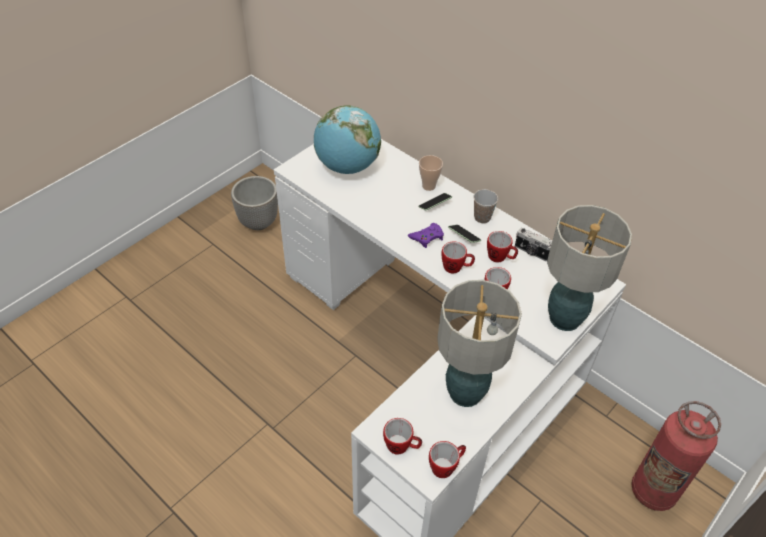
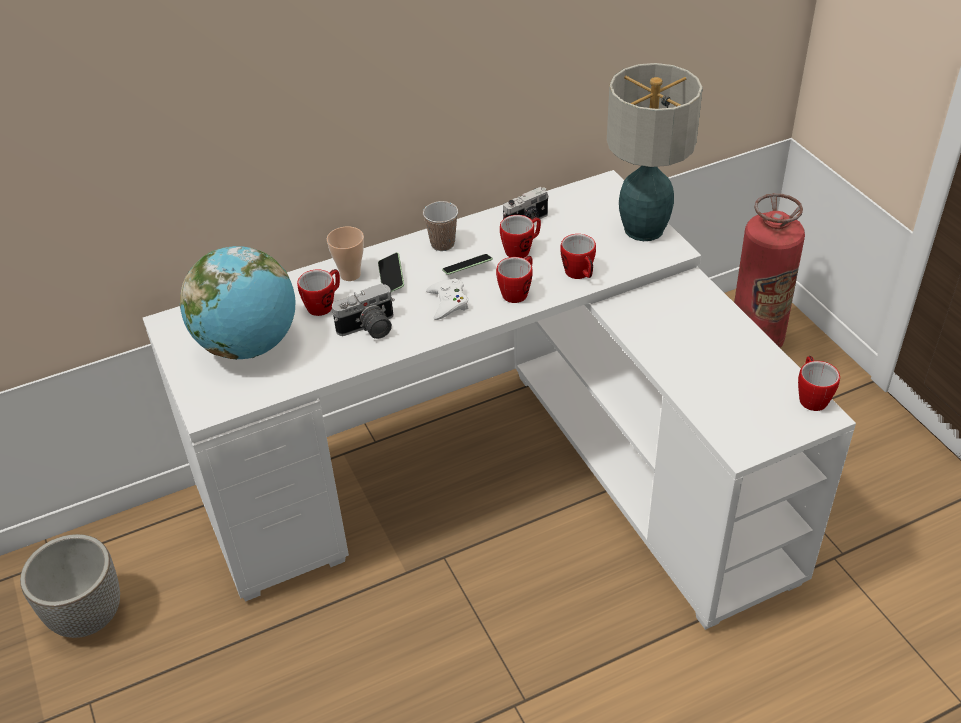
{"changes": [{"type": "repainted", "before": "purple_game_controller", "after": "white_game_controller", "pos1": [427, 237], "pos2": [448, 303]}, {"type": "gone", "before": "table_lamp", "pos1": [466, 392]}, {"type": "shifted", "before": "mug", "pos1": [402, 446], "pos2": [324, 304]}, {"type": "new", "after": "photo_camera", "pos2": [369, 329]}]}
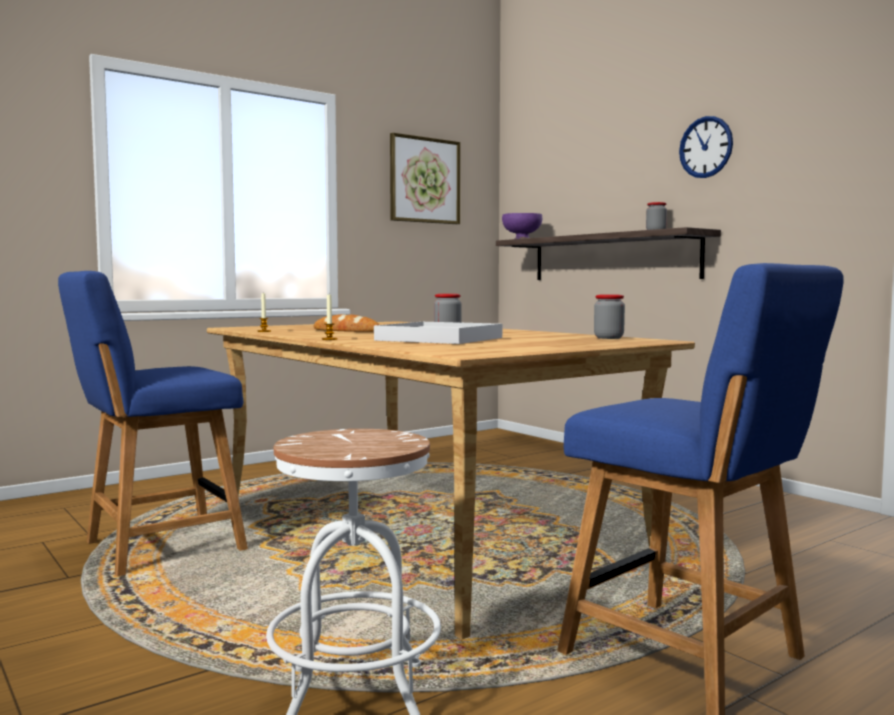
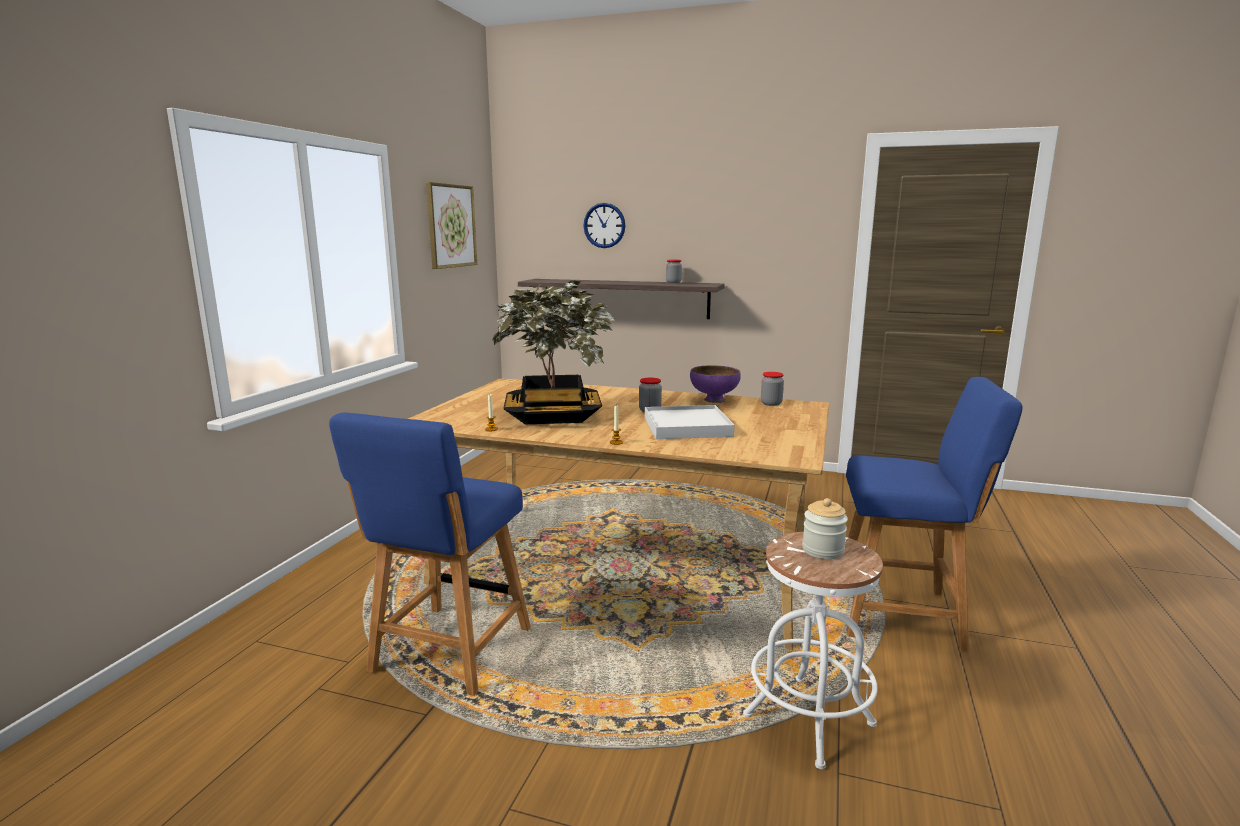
{"changes": [{"type": "shifted", "before": "wall_clock", "pos1": [706, 147], "pos2": [604, 225]}, {"type": "shifted", "before": "purple_bowl", "pos1": [521, 239], "pos2": [713, 400]}, {"type": "swapped", "before": "bread", "after": "potted_plant", "pos1": [346, 331], "pos2": [553, 415]}, {"type": "new", "after": "jar", "pos2": [823, 550]}]}
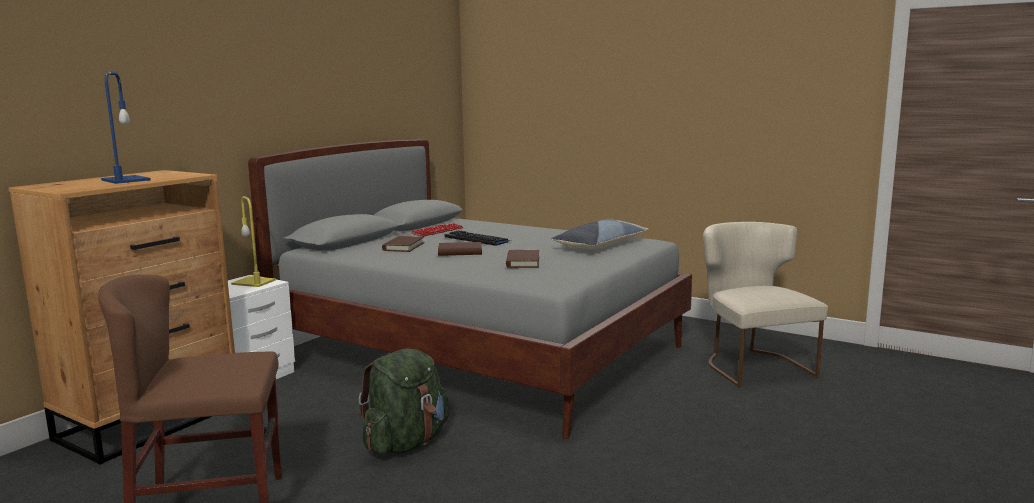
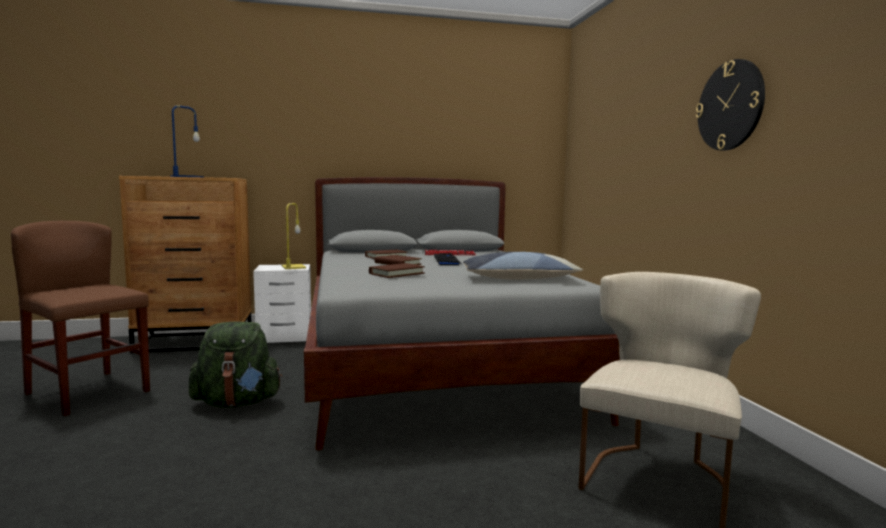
{"changes": [{"type": "new", "after": "wall_clock", "pos2": [730, 105]}]}
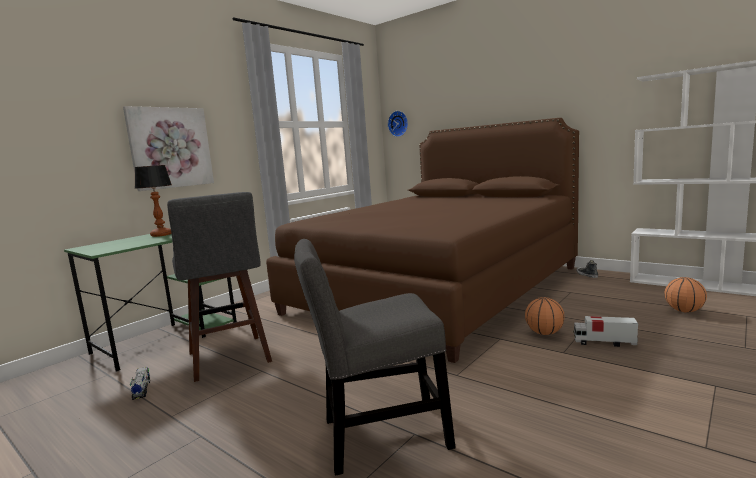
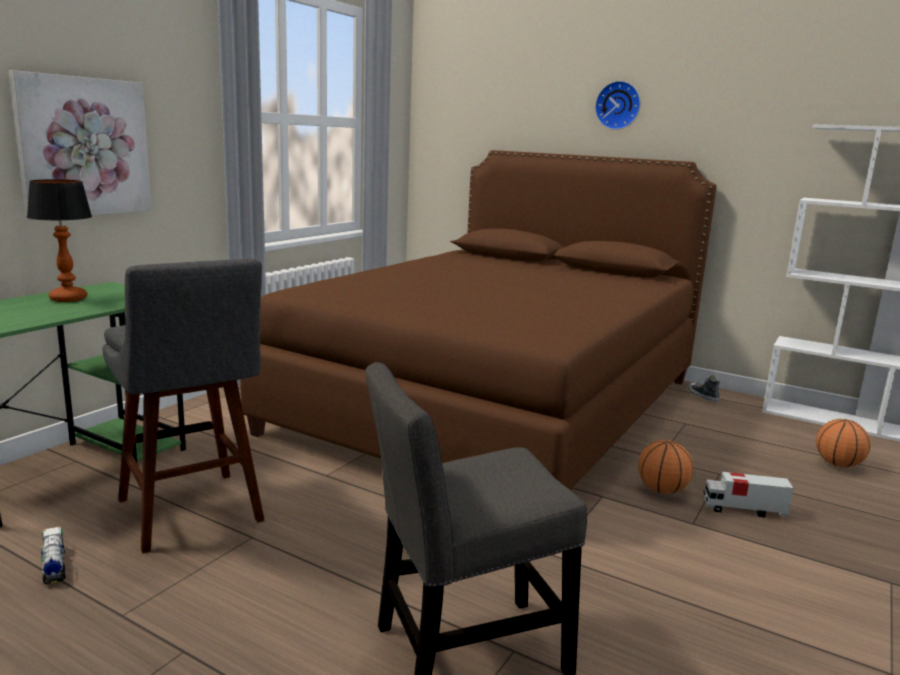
{"changes": [{"type": "shifted", "before": "wall_clock", "pos1": [399, 123], "pos2": [618, 105]}]}
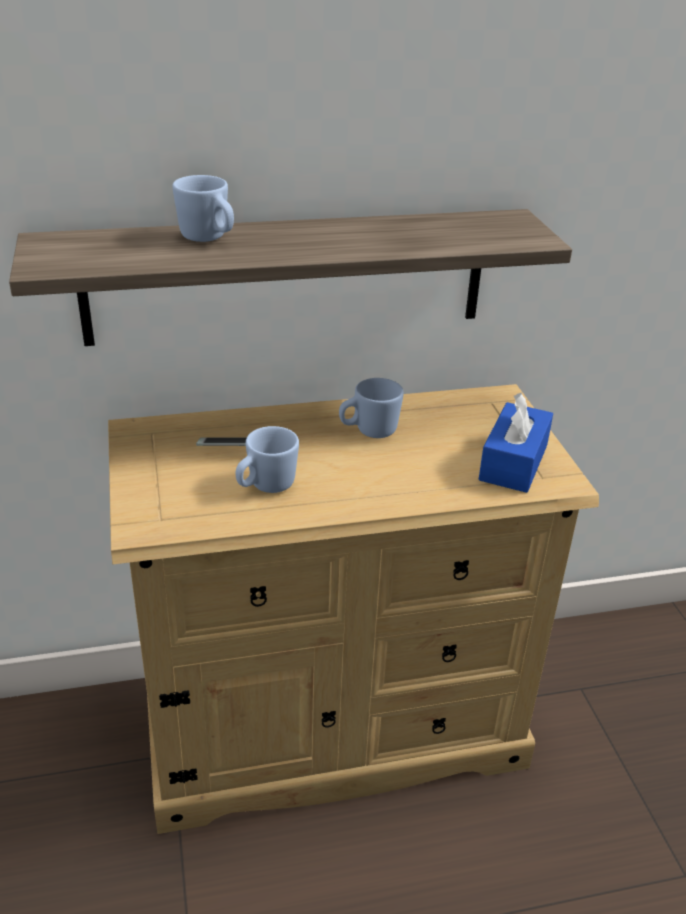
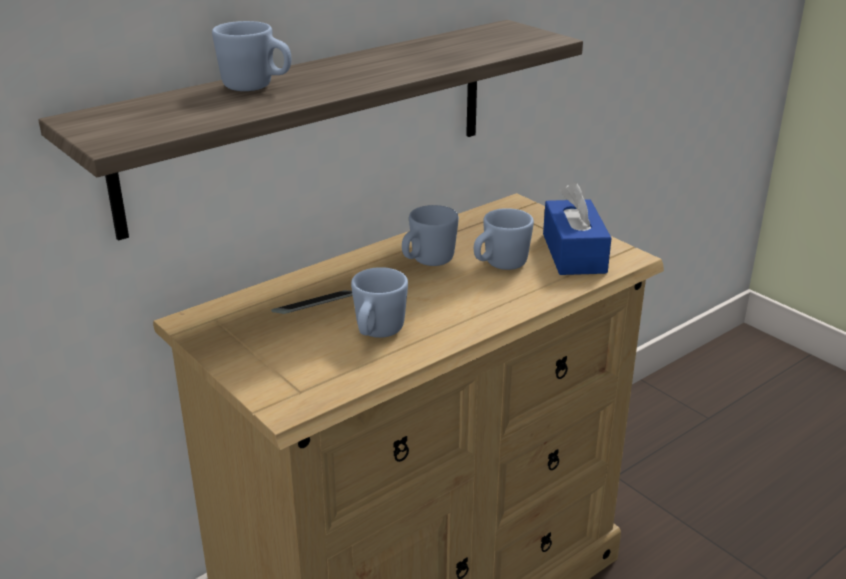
{"changes": [{"type": "new", "after": "blue_mug", "pos2": [499, 265]}]}
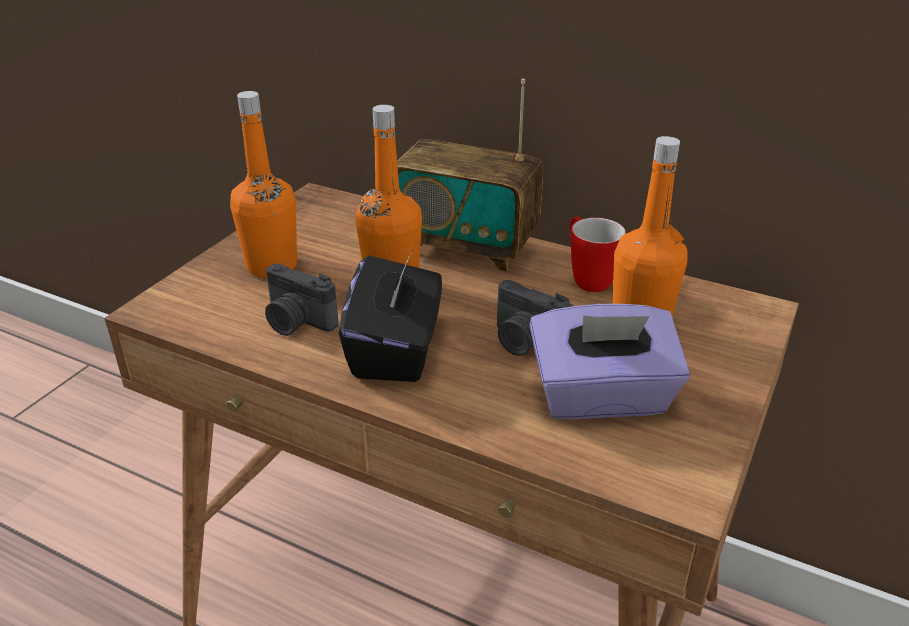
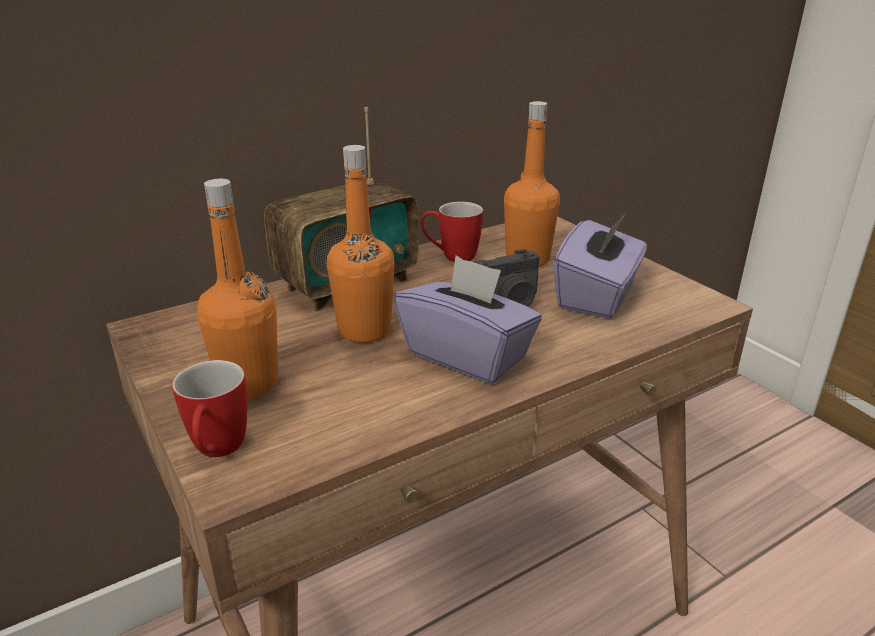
{"changes": [{"type": "repainted", "before": "black_tissue_box", "after": "purple_tissue_box", "pos1": [396, 350], "pos2": [467, 355]}, {"type": "gone", "before": "photo_camera", "pos1": [297, 322]}, {"type": "new", "after": "mug", "pos2": [217, 452]}]}
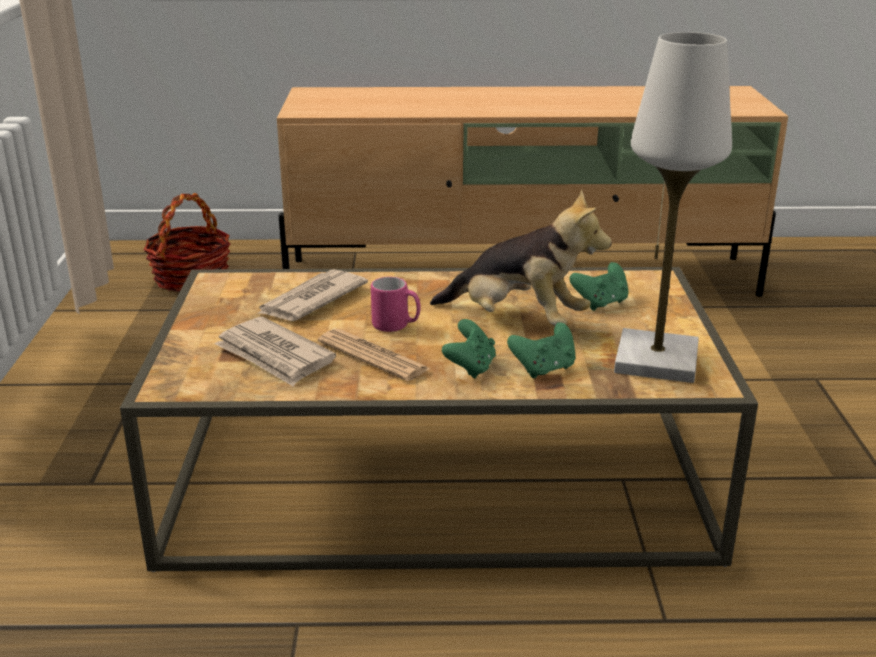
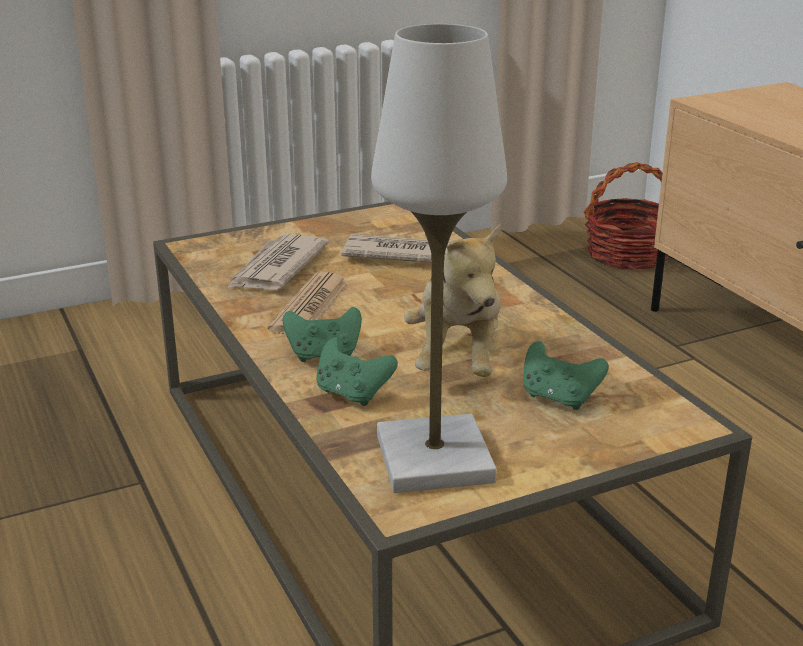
{"changes": [{"type": "gone", "before": "pink_mug", "pos1": [396, 326]}]}
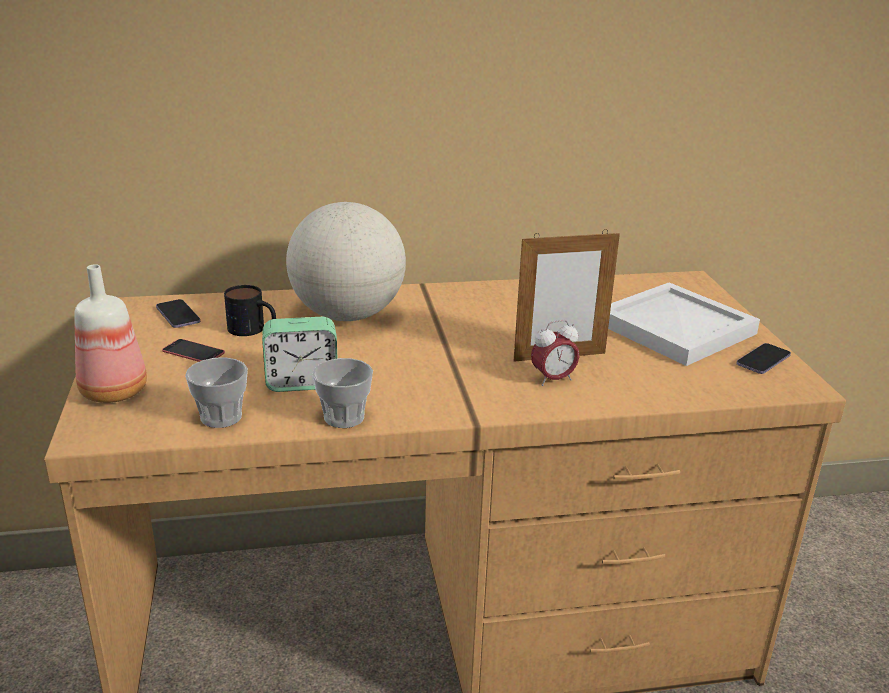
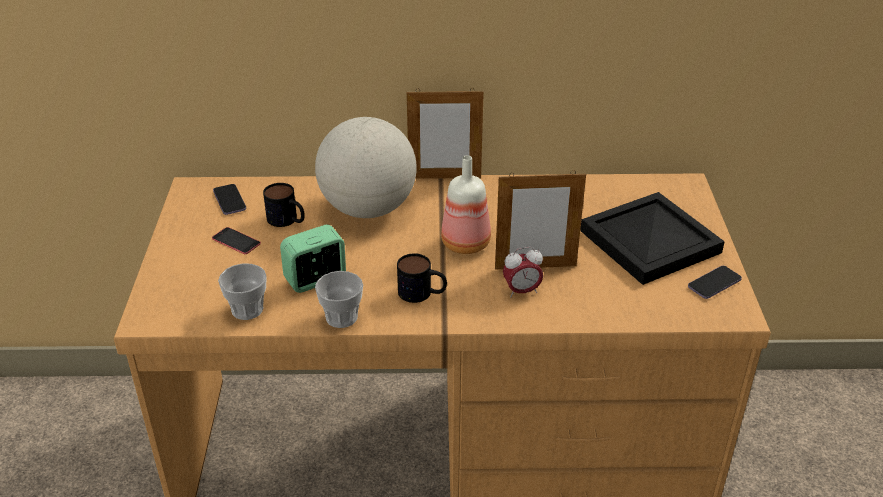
{"changes": [{"type": "shifted", "before": "bottle", "pos1": [113, 391], "pos2": [465, 243]}, {"type": "repainted", "before": "white_tray", "after": "black_tray", "pos1": [676, 329], "pos2": [649, 243]}, {"type": "rotated", "before": "alarm_clock", "pos1": [302, 383], "pos2": [315, 279], "turn": 150}, {"type": "new", "after": "picture_frame", "pos2": [444, 177]}, {"type": "new", "after": "mug", "pos2": [422, 293]}]}
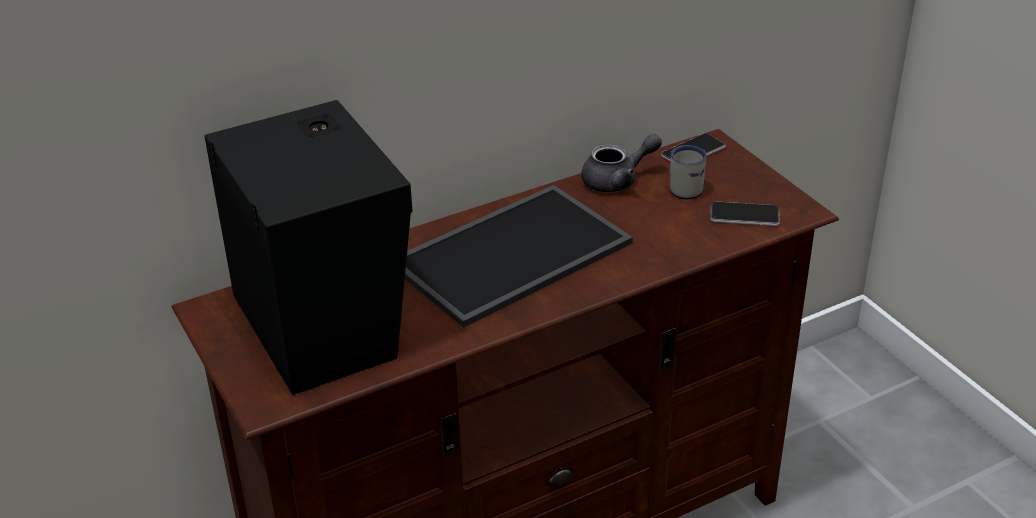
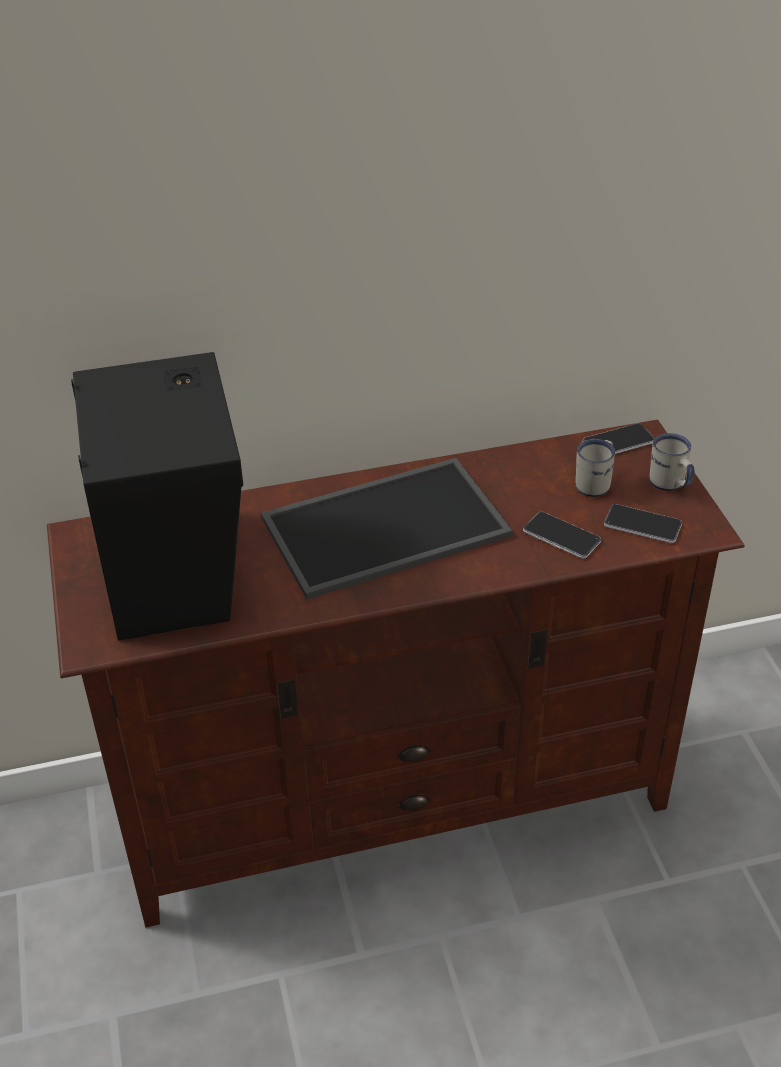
{"changes": [{"type": "gone", "before": "grey_teapot", "pos1": [618, 180]}, {"type": "new", "after": "white_mug", "pos2": [670, 485]}, {"type": "new", "after": "phone", "pos2": [561, 536]}]}
